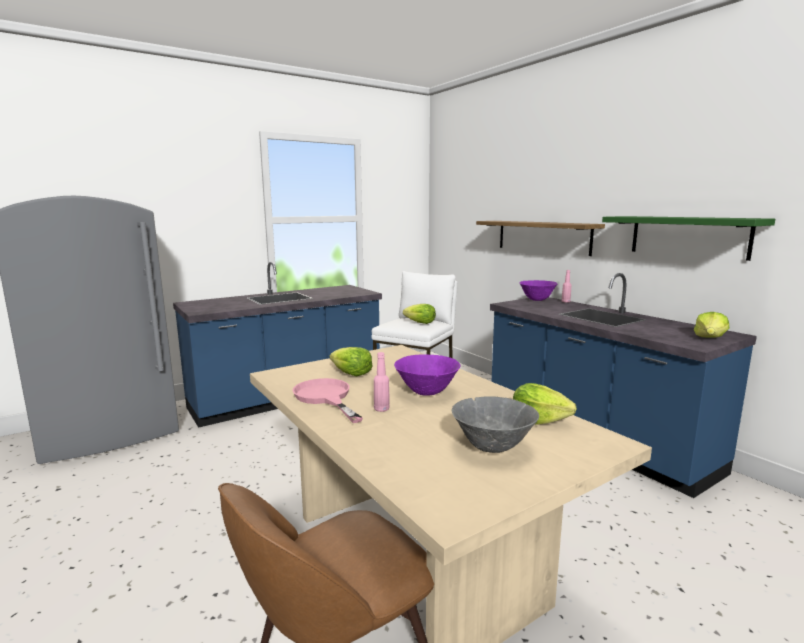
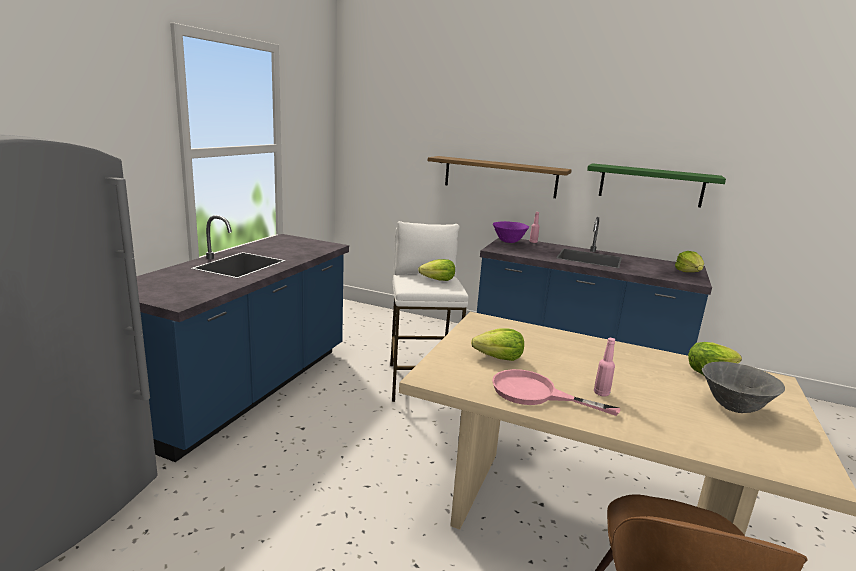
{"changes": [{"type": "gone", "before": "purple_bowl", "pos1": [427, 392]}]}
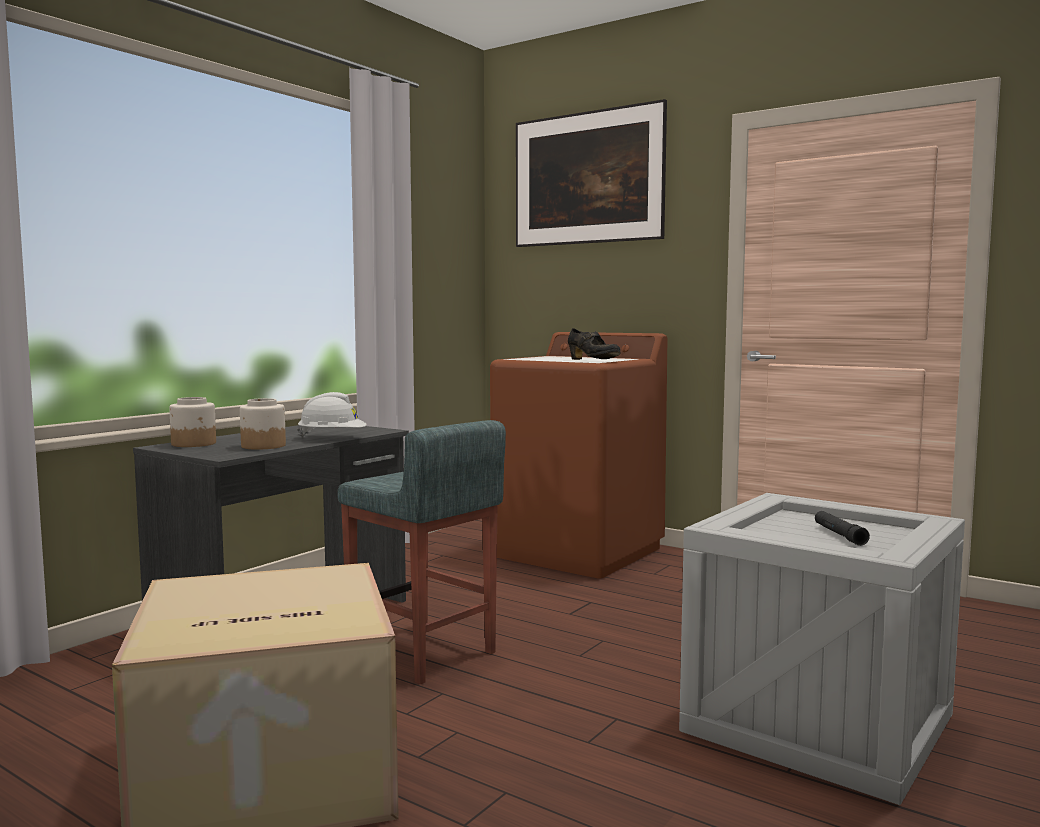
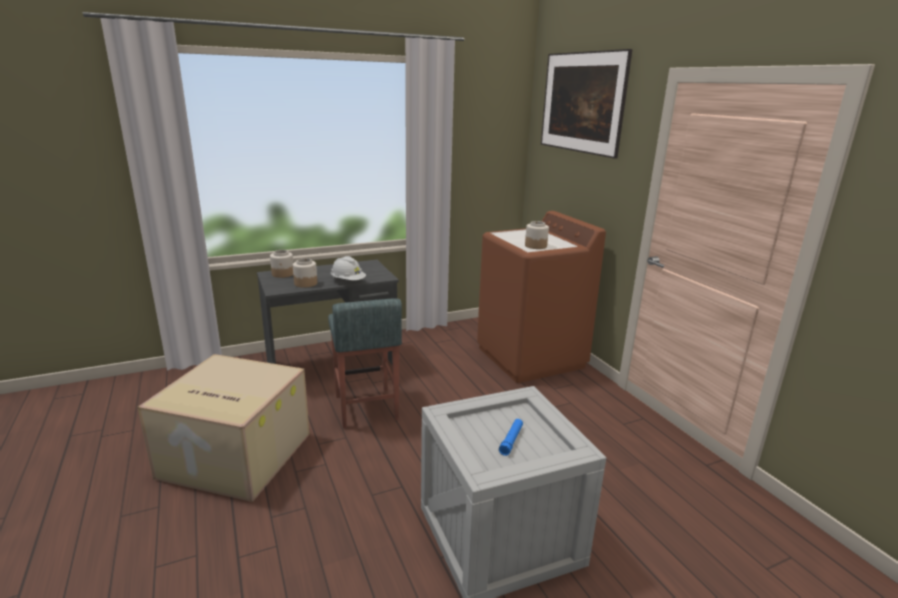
{"changes": [{"type": "swapped", "before": "black_shoe", "after": "jar", "pos1": [592, 360], "pos2": [535, 246]}, {"type": "repainted", "before": "black_flashlight", "after": "blue_flashlight", "pos1": [839, 535], "pos2": [511, 440]}]}
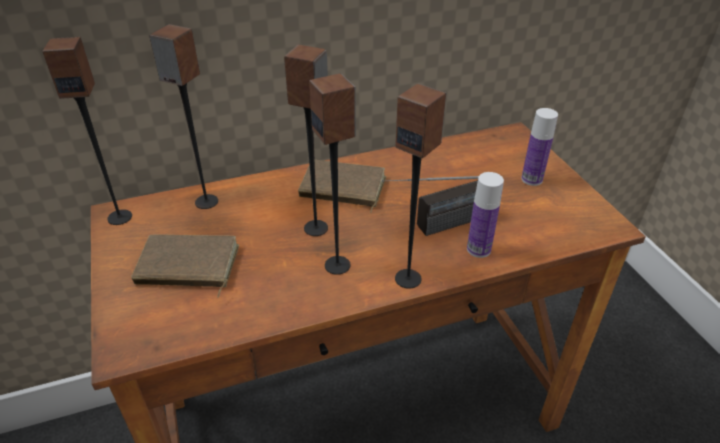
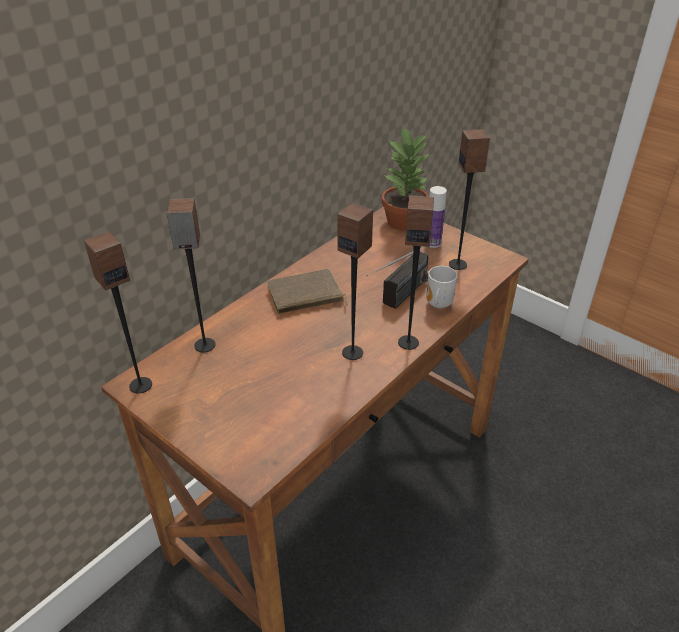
{"changes": [{"type": "shifted", "before": "speaker", "pos1": [316, 228], "pos2": [458, 264]}, {"type": "swapped", "before": "bottle", "after": "mug", "pos1": [478, 249], "pos2": [437, 305]}, {"type": "gone", "before": "brown_book", "pos1": [187, 267]}, {"type": "new", "after": "potted_plant", "pos2": [404, 221]}]}
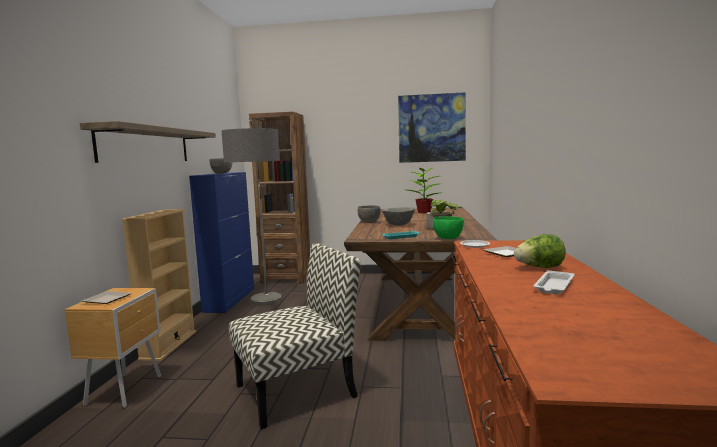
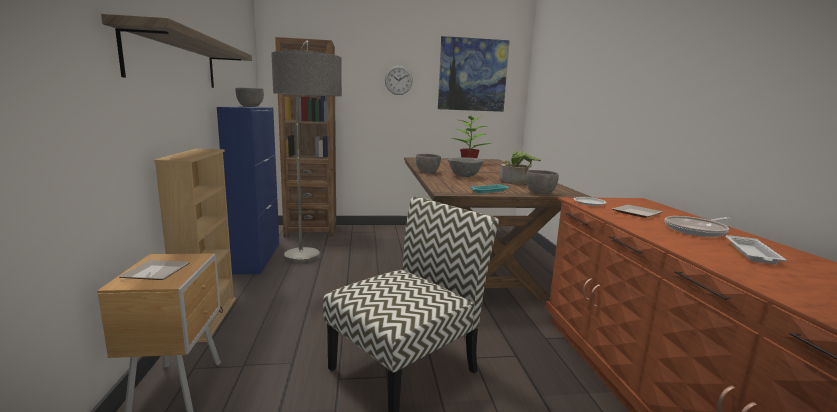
{"changes": [{"type": "repainted", "before": "green_bowl", "after": "grey_bowl", "pos1": [447, 238], "pos2": [539, 193]}, {"type": "swapped", "before": "lettuce", "after": "frying_pan", "pos1": [539, 267], "pos2": [697, 230]}, {"type": "new", "after": "wall_clock", "pos2": [398, 80]}]}
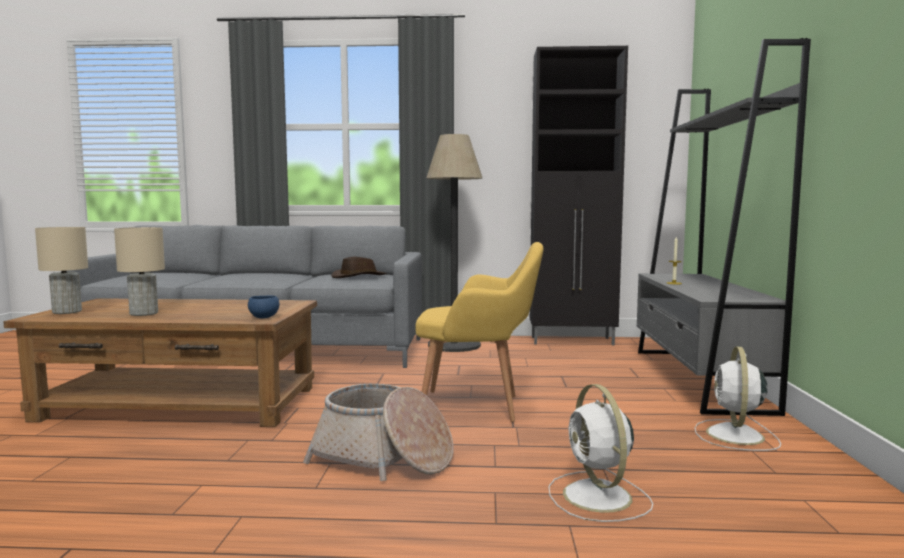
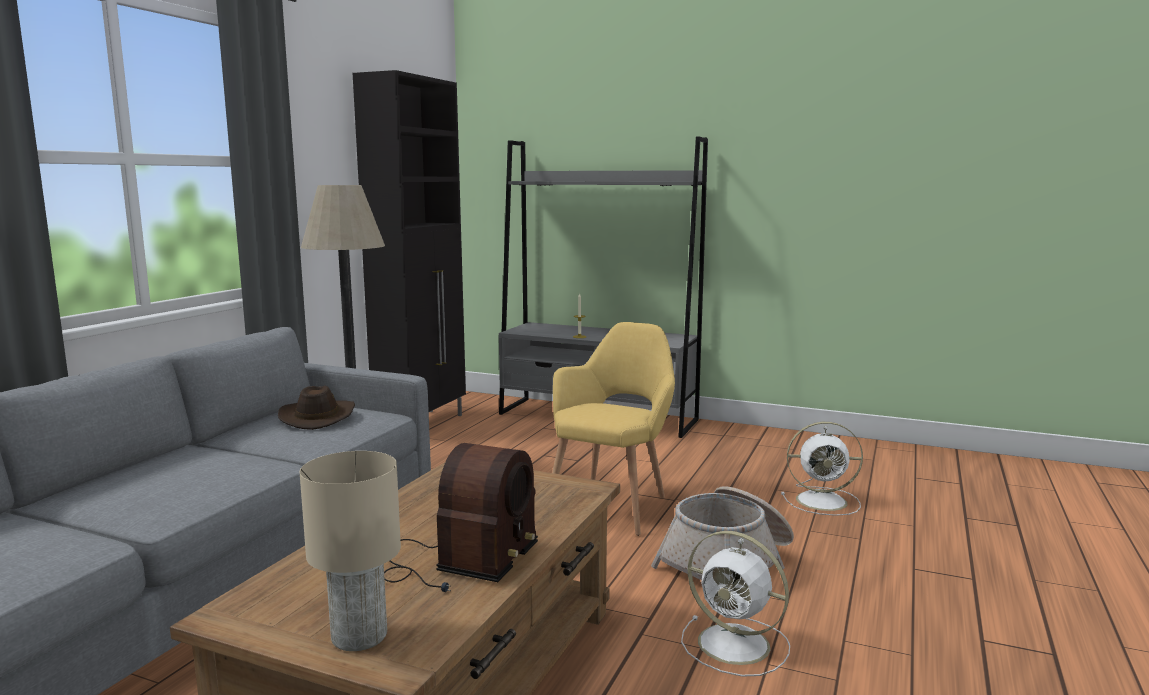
{"changes": [{"type": "swapped", "before": "beige_table_lamp", "after": "radio", "pos1": [144, 313], "pos2": [459, 561]}, {"type": "gone", "before": "blue_bowl", "pos1": [264, 317]}, {"type": "shifted", "before": "white_fan", "pos1": [735, 436], "pos2": [736, 645]}]}
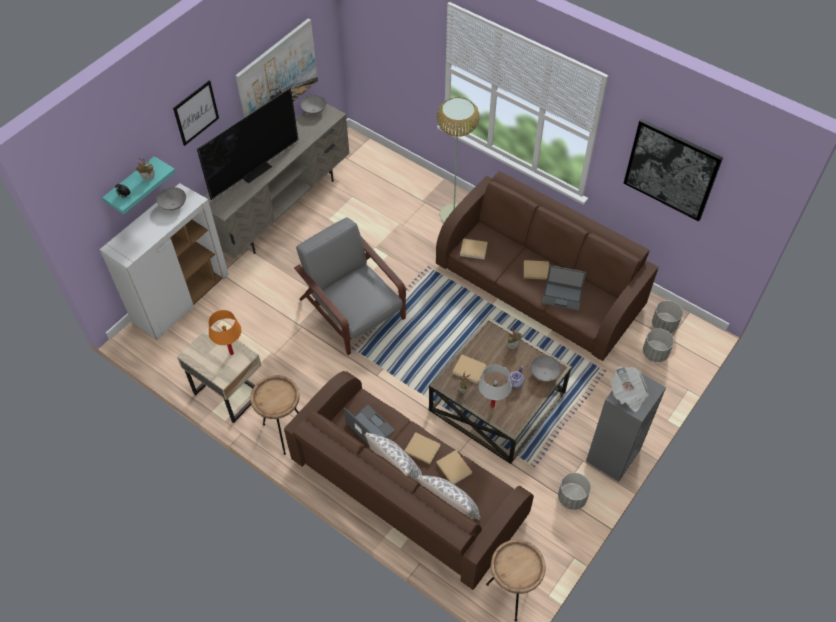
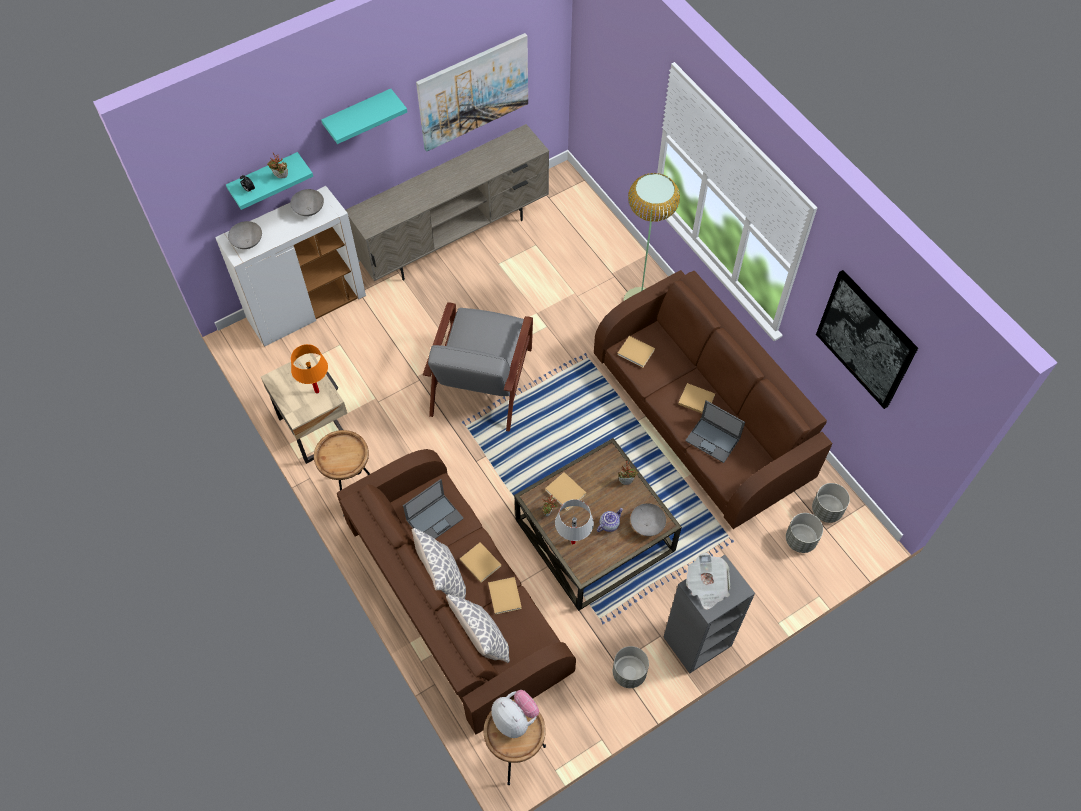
{"changes": [{"type": "swapped", "before": "picture", "after": "turquoise_shelf", "pos1": [196, 113], "pos2": [358, 114]}, {"type": "gone", "before": "television", "pos1": [255, 170]}, {"type": "shifted", "before": "grey_bowl", "pos1": [313, 111], "pos2": [247, 242]}, {"type": "rotated", "before": "grey_armchair", "pos1": [353, 310], "pos2": [482, 379], "turn": -150}, {"type": "rotated", "before": "laptop", "pos1": [369, 426], "pos2": [435, 519], "turn": 75}, {"type": "new", "after": "plush_toy", "pos2": [515, 719]}]}
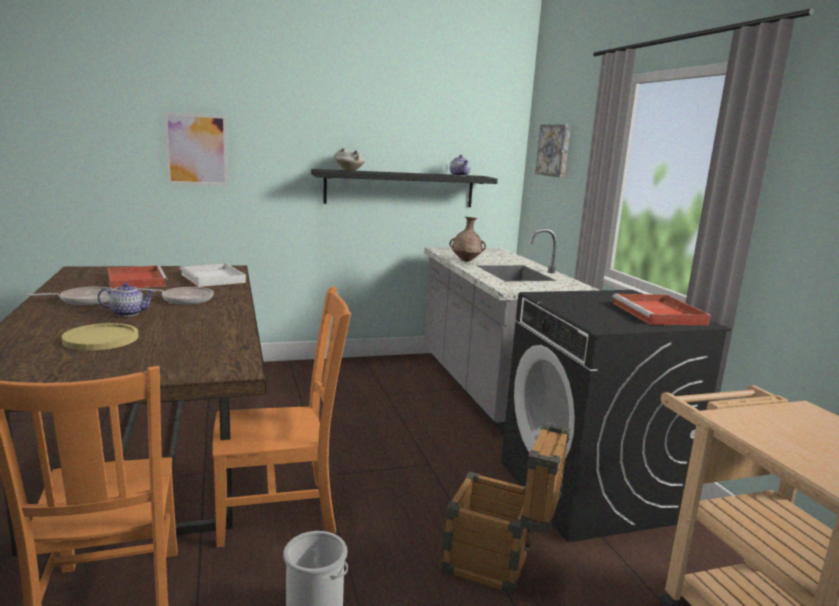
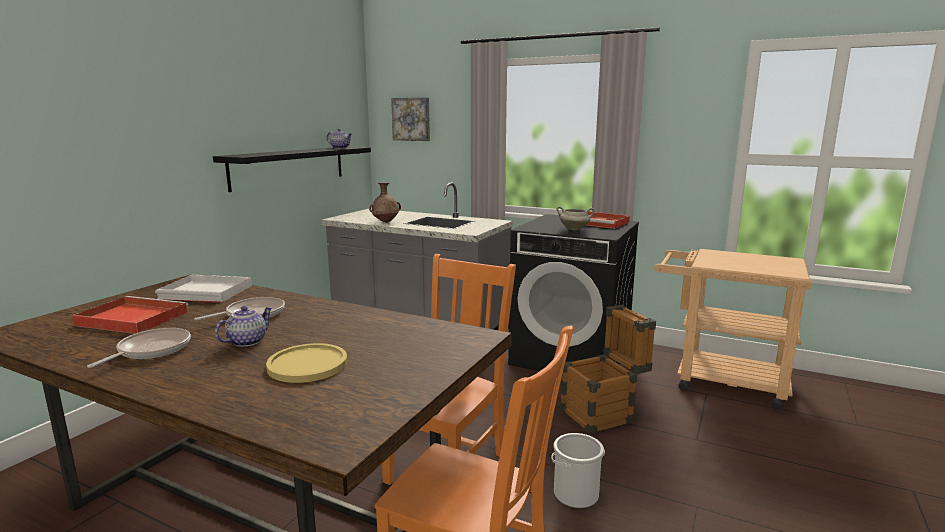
{"changes": [{"type": "gone", "before": "picture", "pos1": [196, 149]}, {"type": "shifted", "before": "white_cooking_pot", "pos1": [350, 171], "pos2": [574, 229]}]}
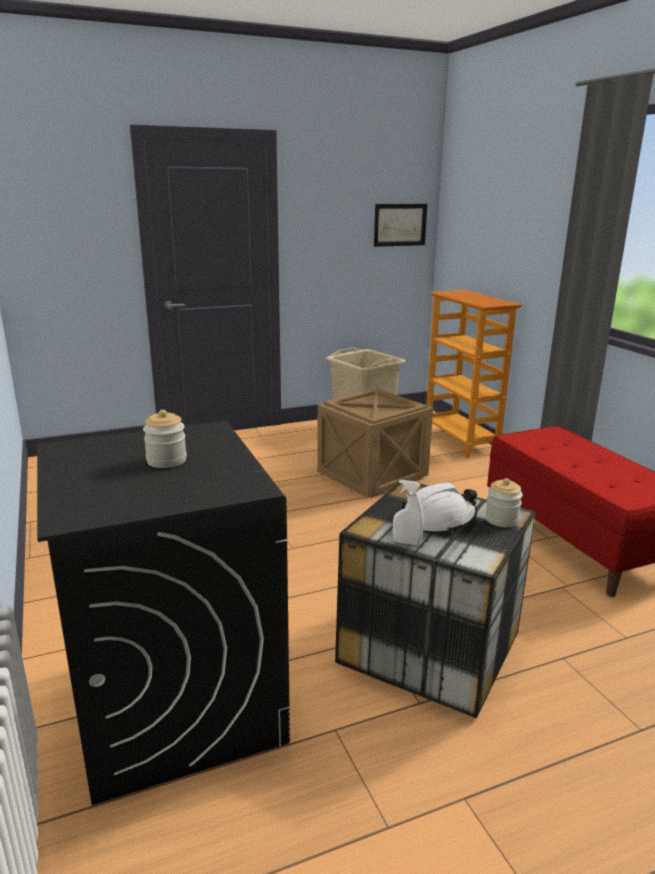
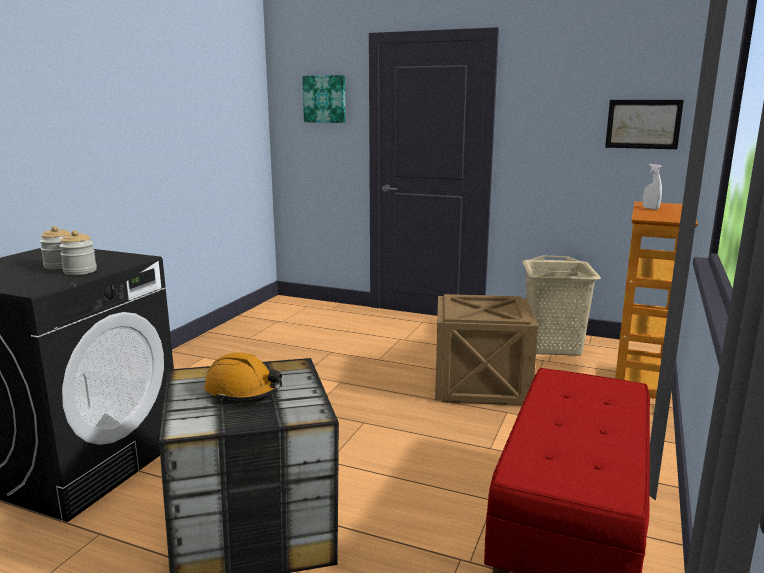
{"changes": [{"type": "shifted", "before": "jar", "pos1": [501, 519], "pos2": [80, 271]}, {"type": "shifted", "before": "white_spray_bottle", "pos1": [406, 542], "pos2": [650, 208]}, {"type": "repainted", "before": "white_hard_hat", "after": "orange_hard_hat", "pos1": [438, 520], "pos2": [243, 391]}, {"type": "new", "after": "picture", "pos2": [325, 99]}]}
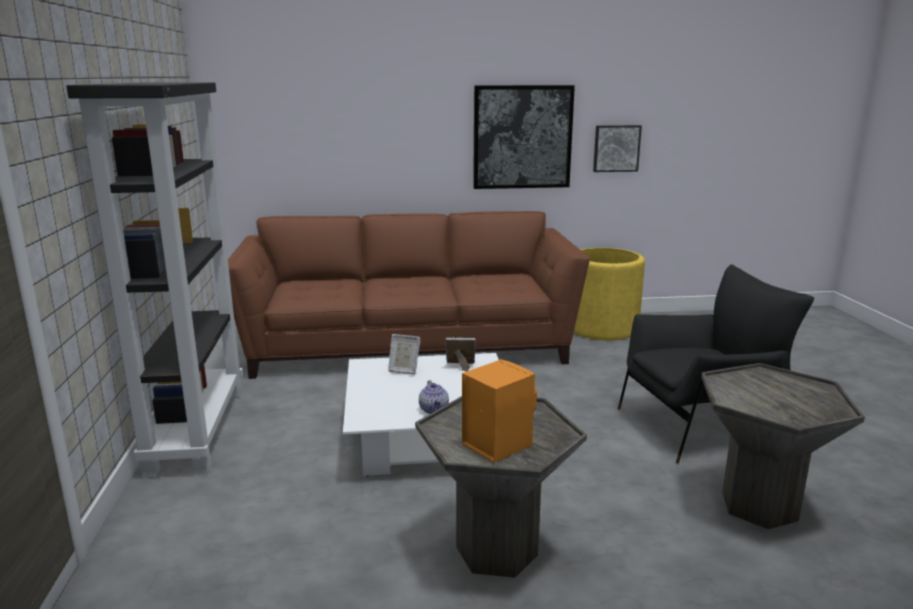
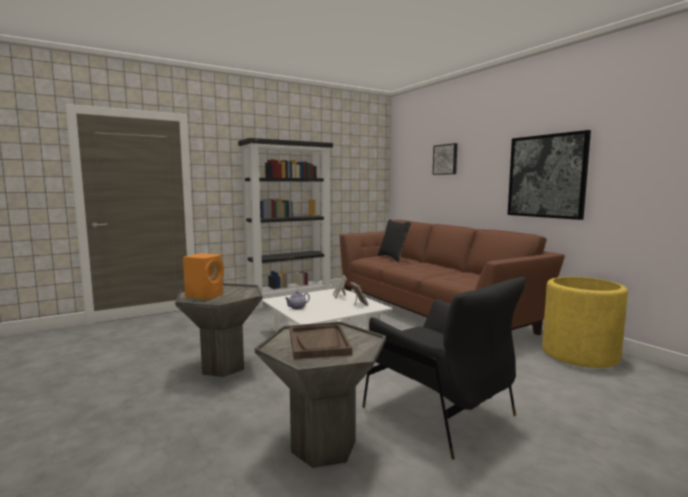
{"changes": [{"type": "shifted", "before": "picture", "pos1": [616, 148], "pos2": [445, 159]}, {"type": "new", "after": "black_pillow", "pos2": [393, 258]}, {"type": "new", "after": "brown_tray", "pos2": [319, 343]}]}
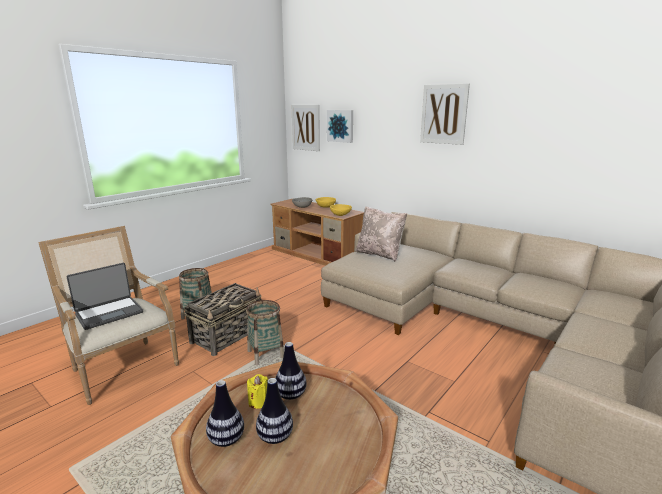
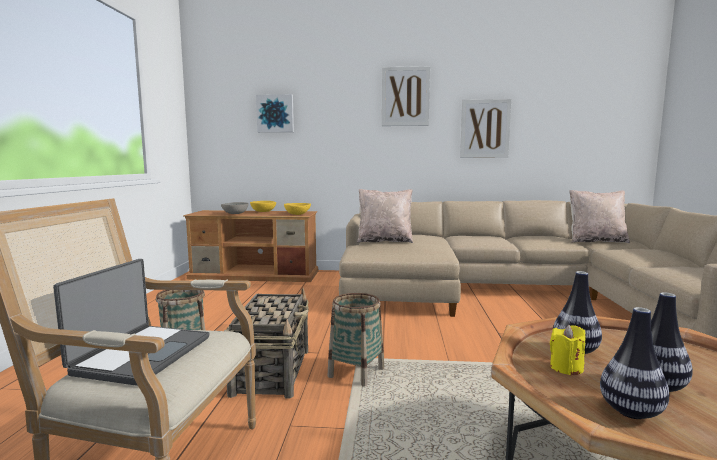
{"changes": [{"type": "shifted", "before": "picture", "pos1": [306, 127], "pos2": [485, 128]}, {"type": "new", "after": "beige_pillow", "pos2": [596, 241]}]}
